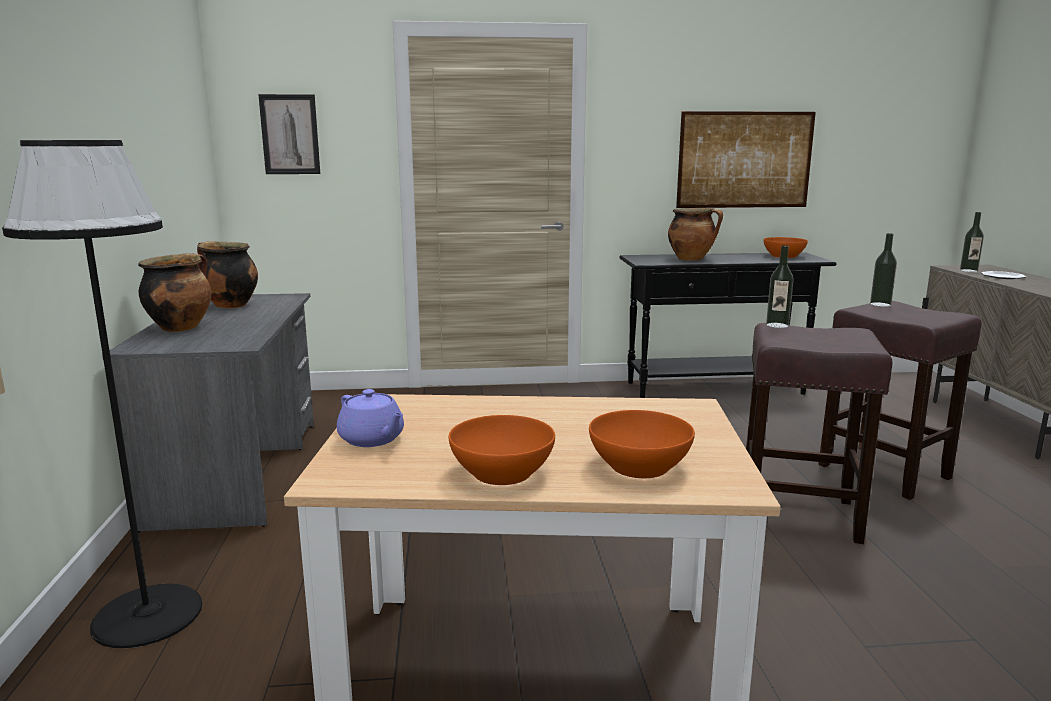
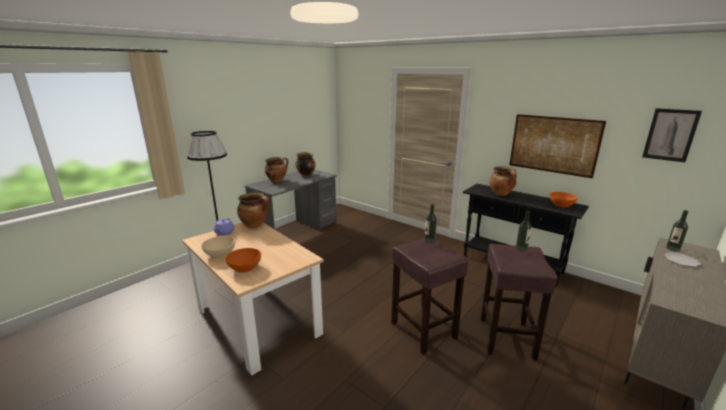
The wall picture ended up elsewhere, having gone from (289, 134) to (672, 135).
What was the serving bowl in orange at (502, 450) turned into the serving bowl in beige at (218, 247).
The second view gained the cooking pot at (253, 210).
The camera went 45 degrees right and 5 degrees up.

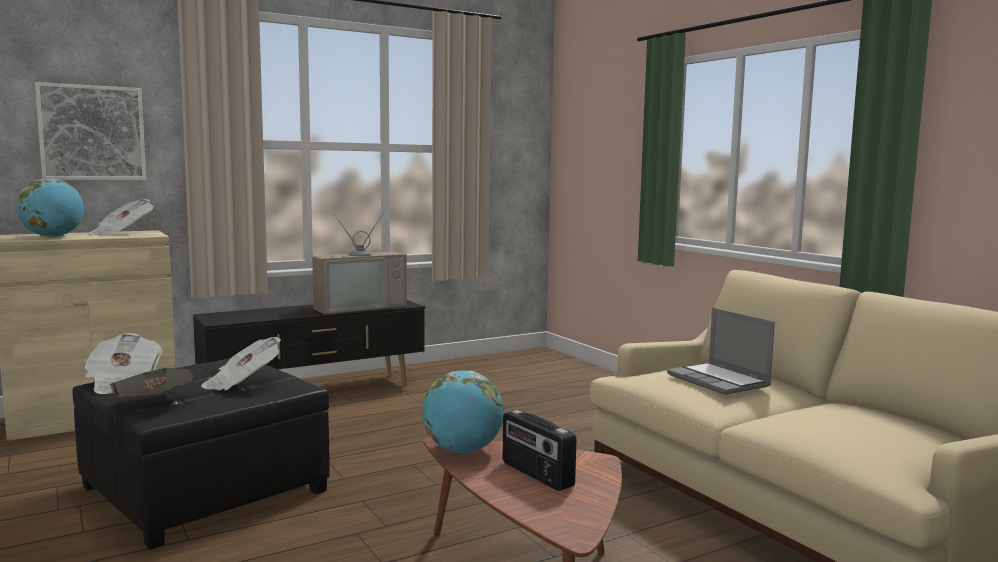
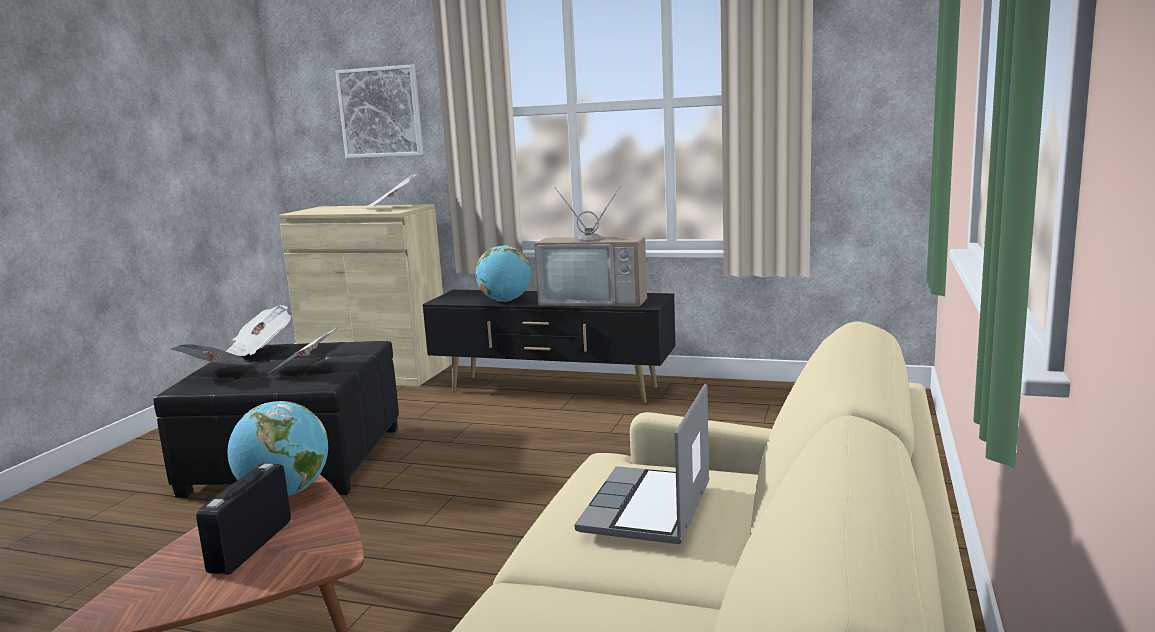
The desk globe ended up elsewhere, having gone from (50, 207) to (503, 273).
The camera went 50 degrees right and 5 degrees up.

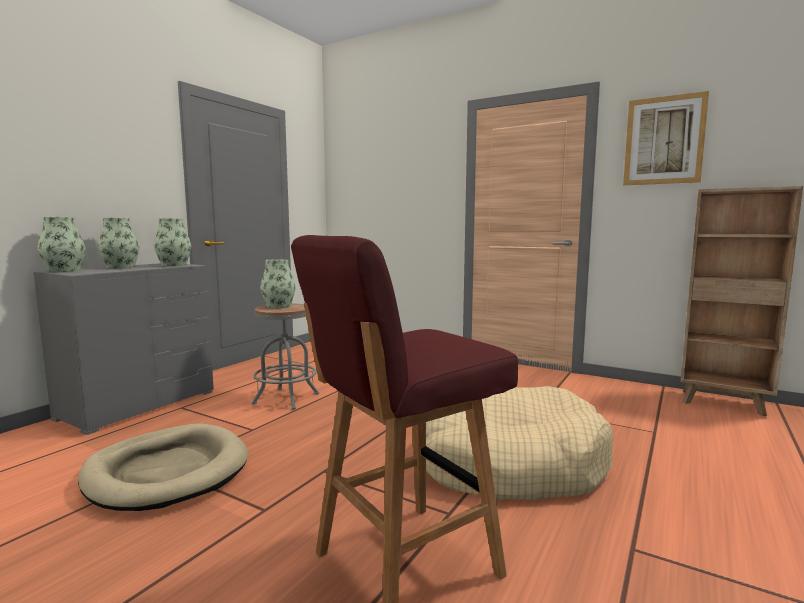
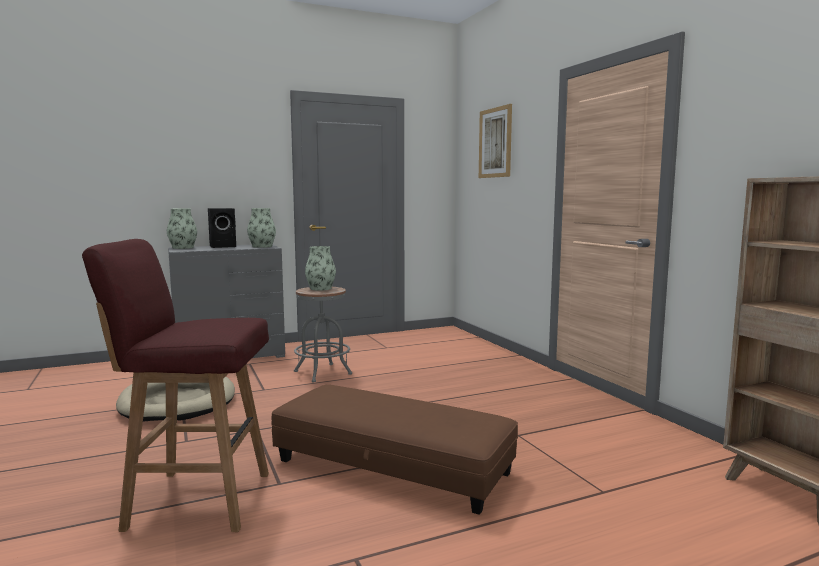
The wall picture ended up elsewhere, having gone from (666, 138) to (495, 141).
Where the decorative vase stood at (118, 243), the audio speaker in blackish came to stand at (222, 228).
Where the dog cushion in beige stood at (520, 443), the ottoman in brown-coloured came to stand at (394, 450).
The camera went 35 degrees right and 0 degrees up.

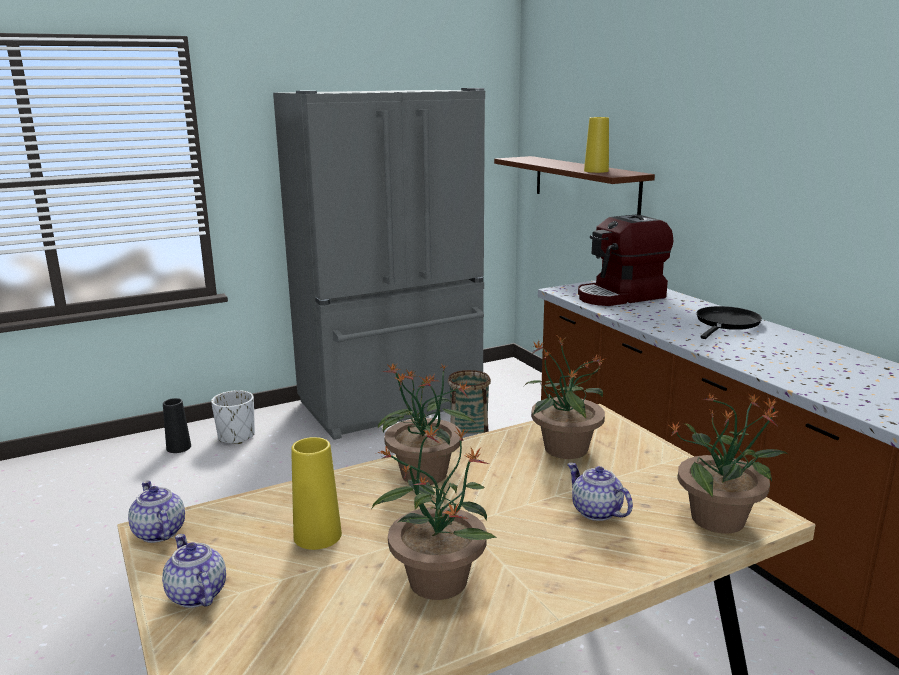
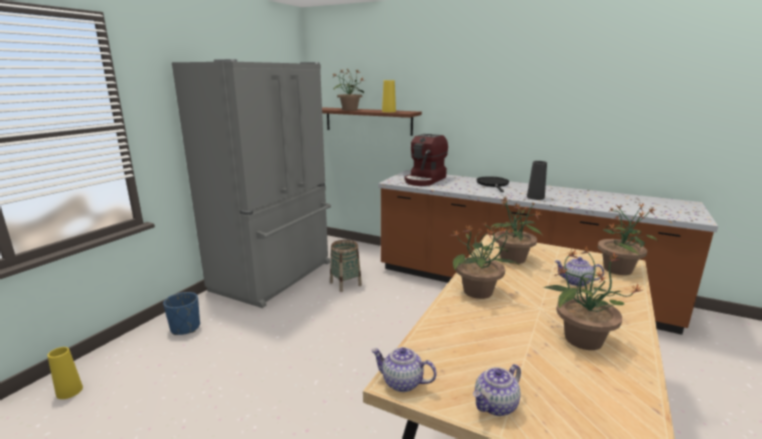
What was the plant pot in white at (233, 417) turned into the plant pot in blue-coloured at (181, 313).
The decorative vase in blackish ended up elsewhere, having gone from (177, 425) to (537, 180).
The decorative vase in yellowish ended up elsewhere, having gone from (316, 493) to (65, 373).
The pot for tea at (194, 571) ended up facing another way, 60 degrees counterclockwise from before.
The second view gained the plant in a pot at (348, 89).
The camera went 35 degrees left and 0 degrees up.

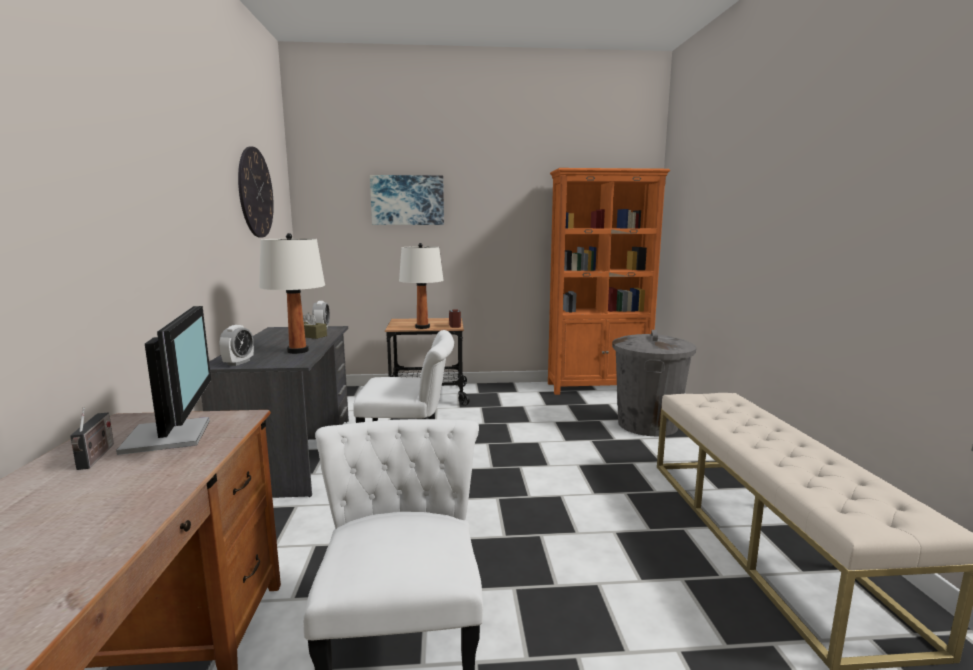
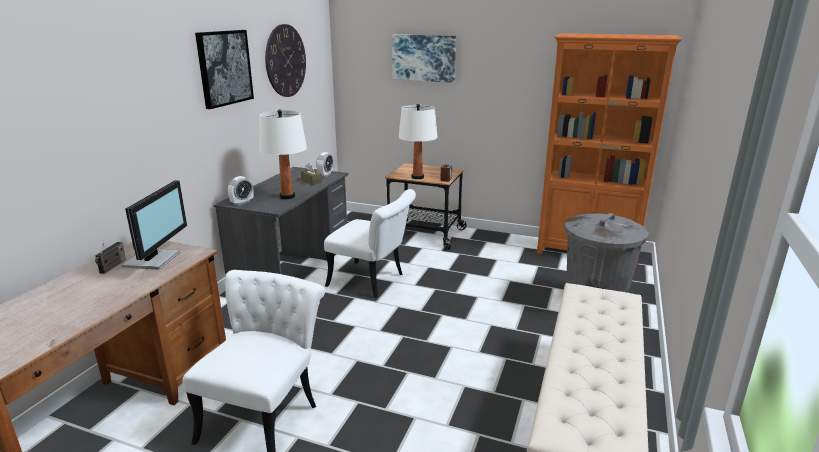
The second view gained the wall picture at (224, 69).
The camera went 25 degrees right and 10 degrees up.

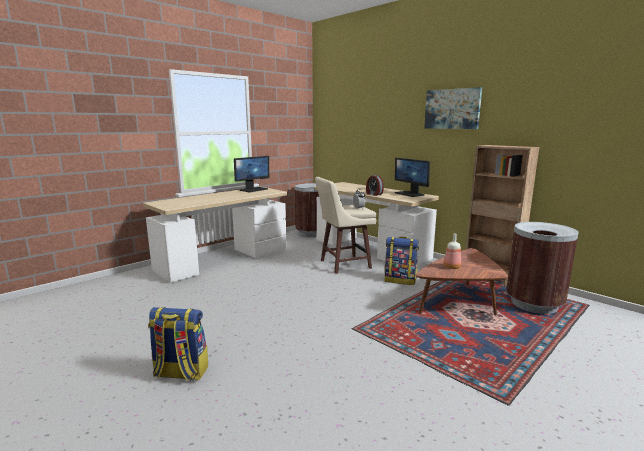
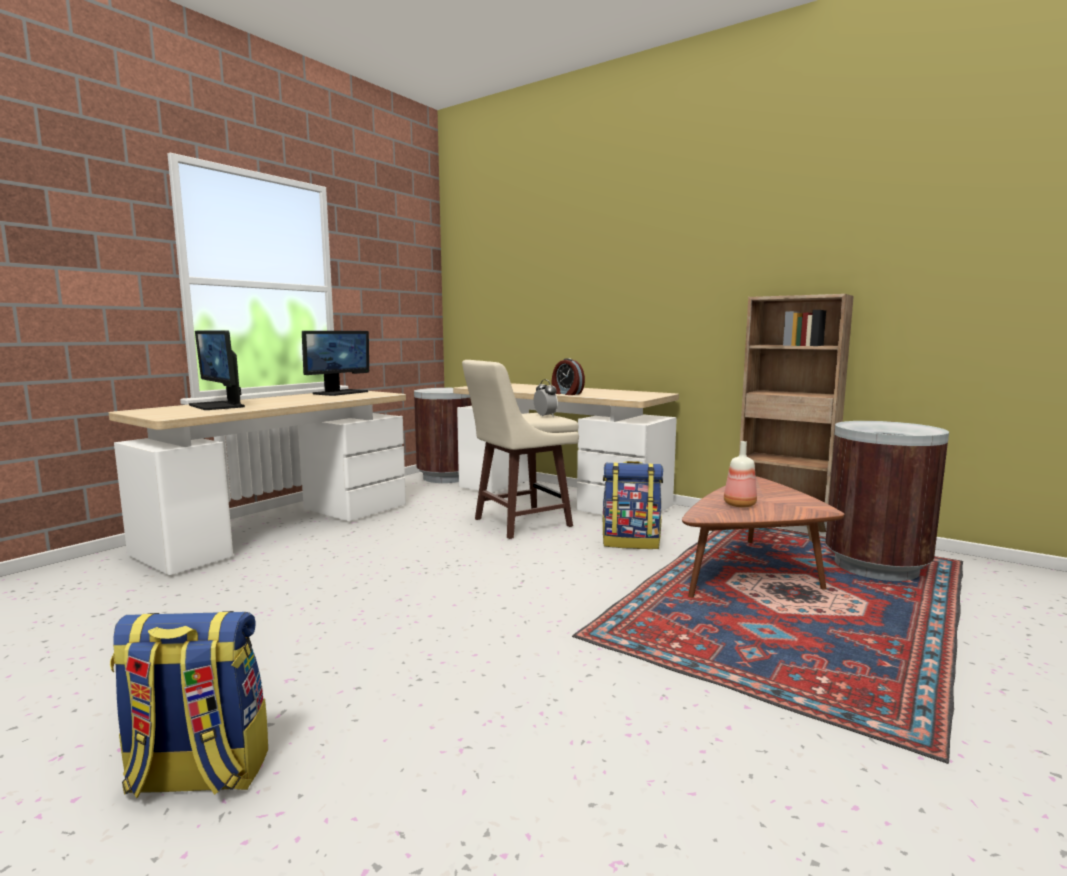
The second view lost the wall picture at (453, 108).
The monitor ended up elsewhere, having gone from (412, 177) to (217, 370).
The camera went 10 degrees left and 5 degrees down.

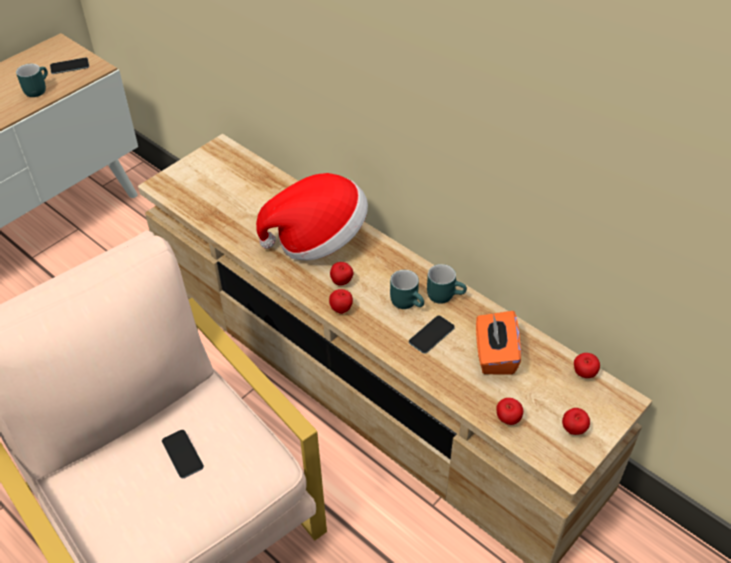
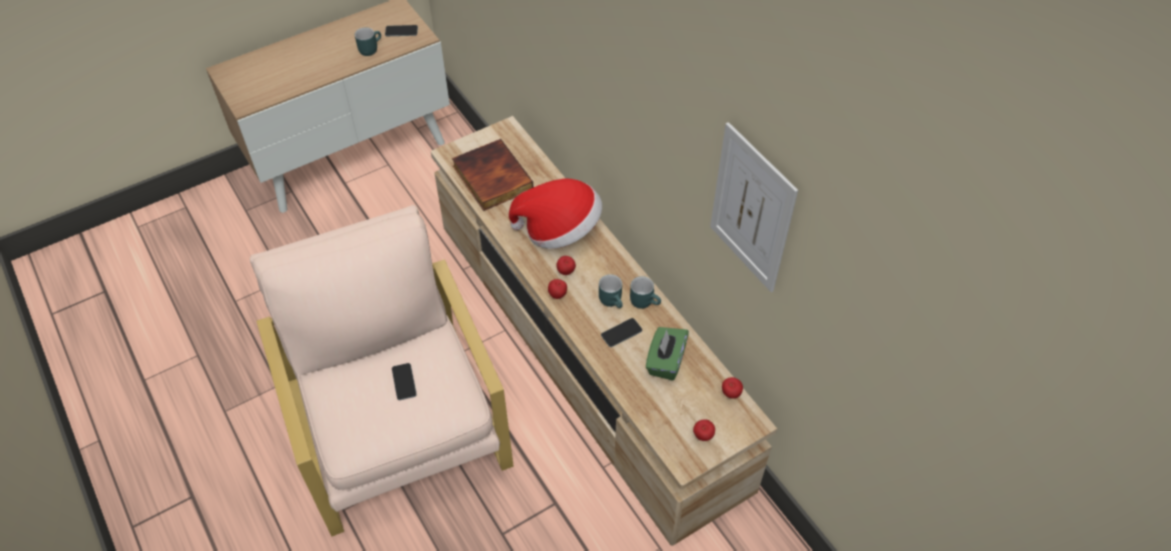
What was the box of tissues in orange at (498, 343) turned into the box of tissues in green-coloured at (667, 353).
The second view lost the apple at (509, 411).
The second view gained the wall picture at (754, 207).
The second view gained the bound book at (492, 175).
The camera went 15 degrees right and 5 degrees up.

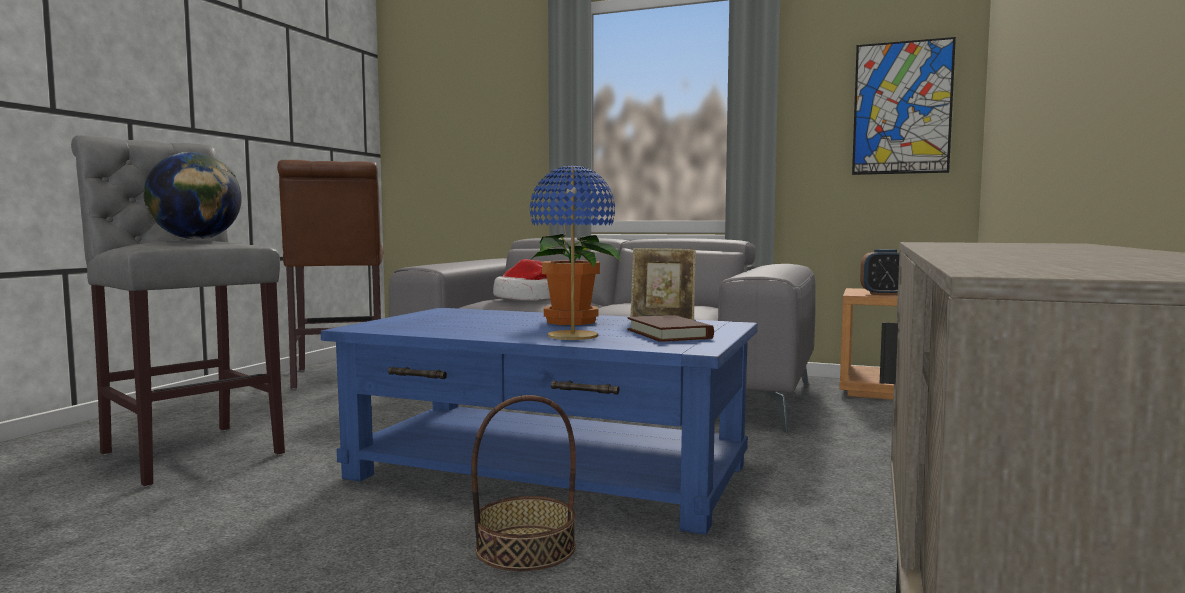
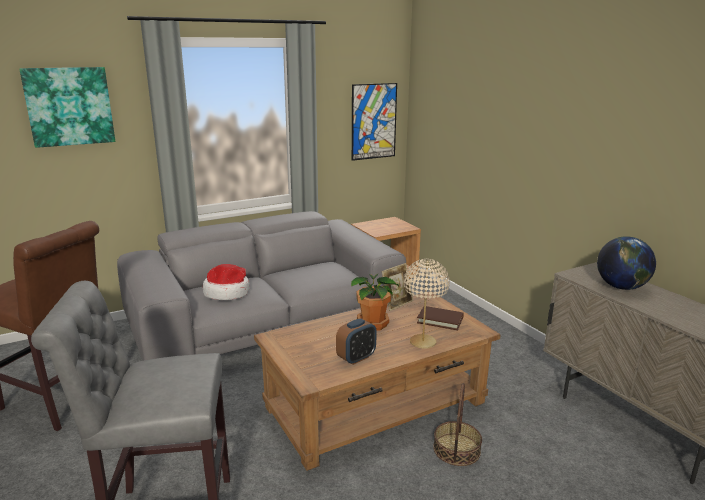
The desk globe ended up elsewhere, having gone from (192, 196) to (626, 263).
What was the table lamp in blue-coloured at (572, 253) turned into the table lamp in beige at (427, 304).
The alarm clock ended up elsewhere, having gone from (879, 272) to (356, 341).
What was the coffee table in blue-coloured at (539, 421) turned into the coffee table in brown-coloured at (377, 381).
The second view gained the wall picture at (67, 107).
The camera went 50 degrees left and 15 degrees up.

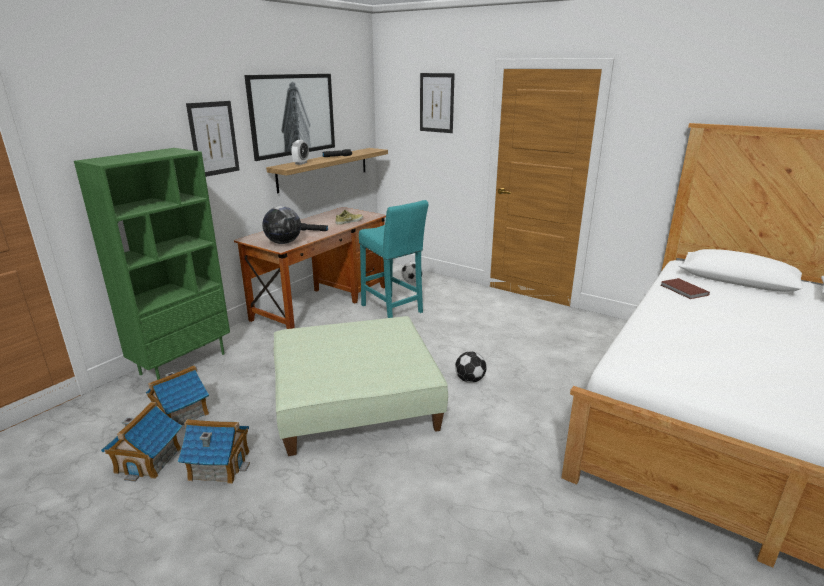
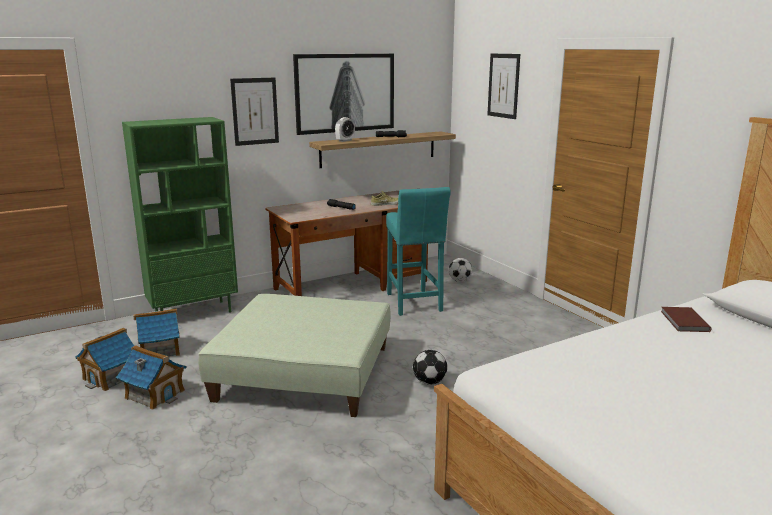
The second view lost the desk globe at (281, 225).
The camera went 25 degrees right and 5 degrees down.

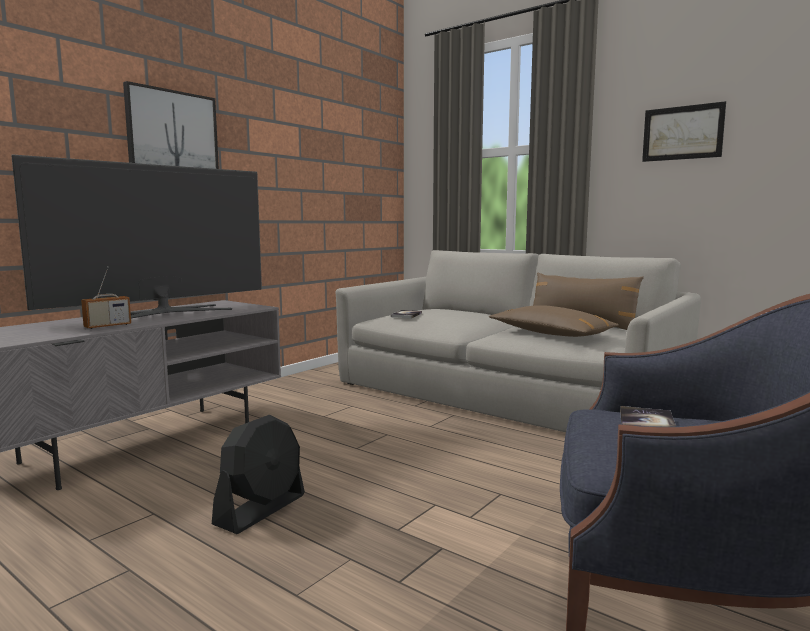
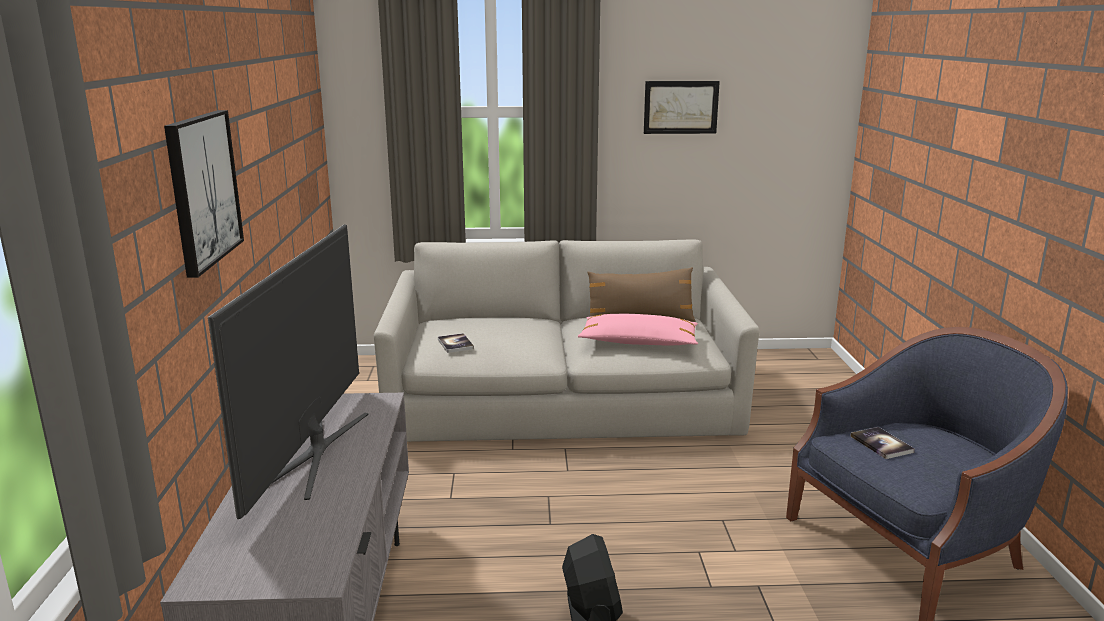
The second view lost the radio receiver at (106, 297).
What was the cushion in brown-coloured at (554, 321) turned into the cushion in pinkish at (638, 329).
The camera went 40 degrees left and 10 degrees up.

